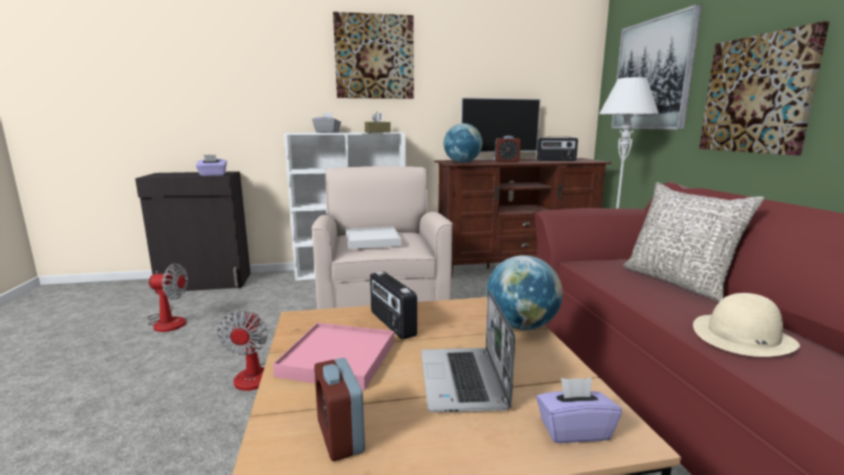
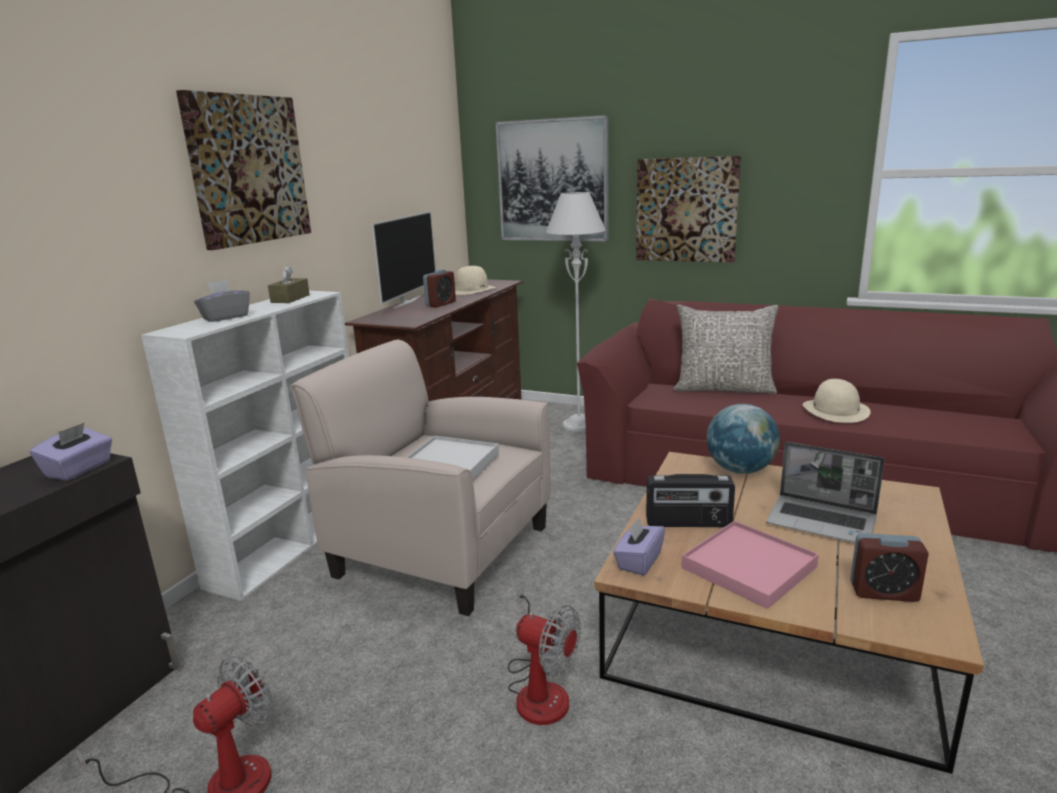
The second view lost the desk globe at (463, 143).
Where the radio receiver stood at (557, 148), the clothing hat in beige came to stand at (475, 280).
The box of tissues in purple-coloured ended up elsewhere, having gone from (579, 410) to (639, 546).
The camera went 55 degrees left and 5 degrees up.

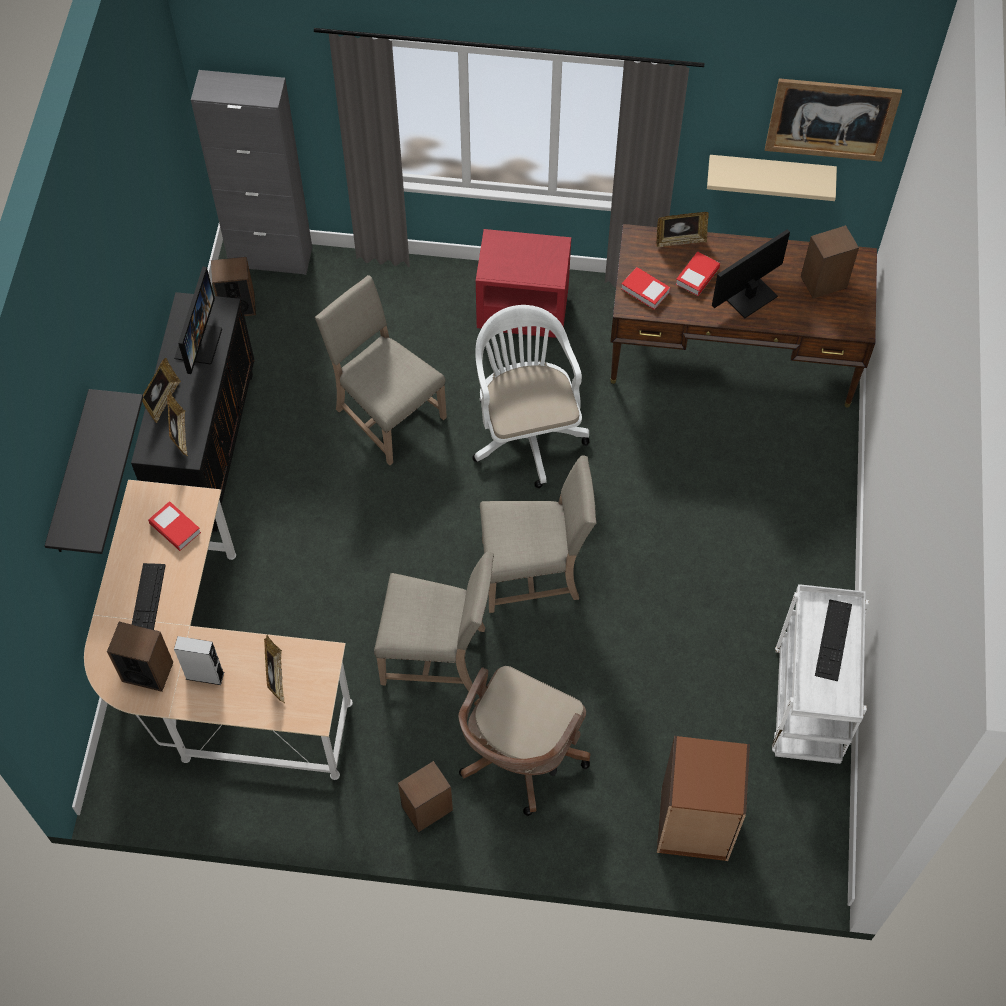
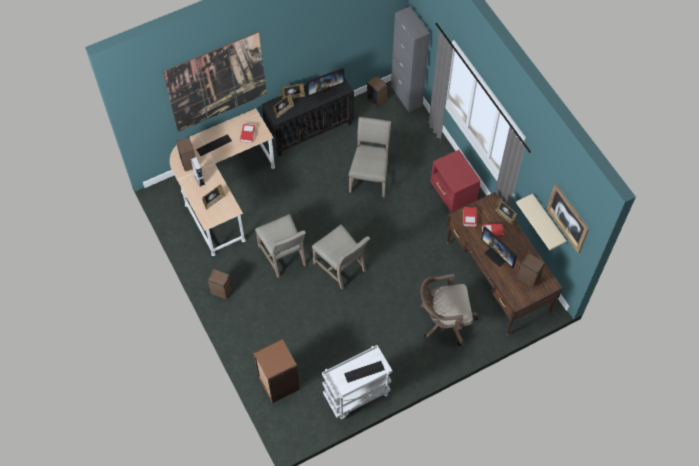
The monitor at (751, 273) ended up facing another way, 150 degrees counterclockwise from before.
The second view lost the computer chair in white at (531, 396).
Where the shelf in blackish hung at (94, 471), the wall picture came to hang at (215, 82).
The computer chair in brown-coloured ended up elsewhere, having gone from (524, 741) to (449, 310).
The camera went 55 degrees right and 0 degrees up.

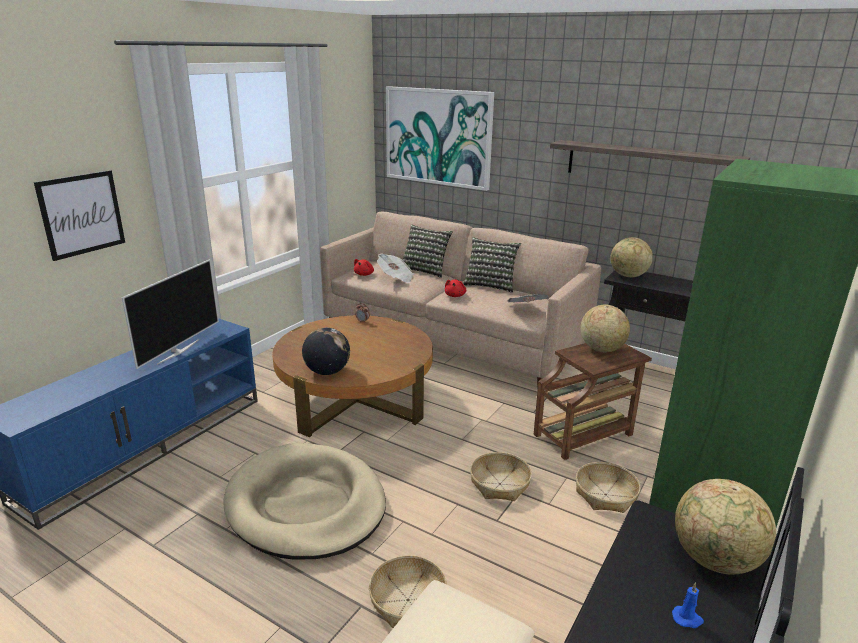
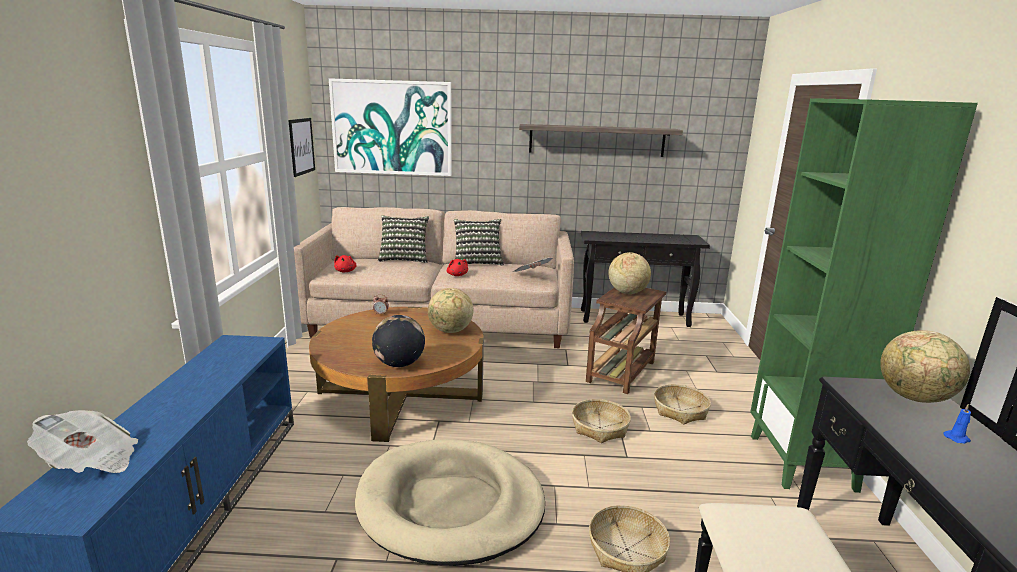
The wall picture ended up elsewhere, having gone from (79, 215) to (301, 147).
The desk globe ended up elsewhere, having gone from (631, 257) to (451, 310).
The daily paper ended up elsewhere, having gone from (395, 268) to (82, 441).
The second view lost the television at (170, 314).
The camera went 30 degrees left and 5 degrees down.

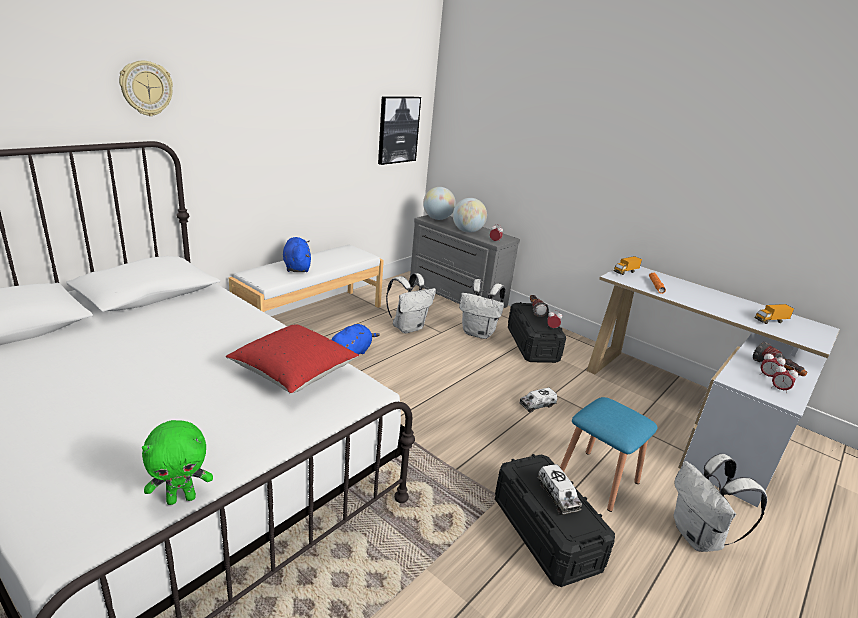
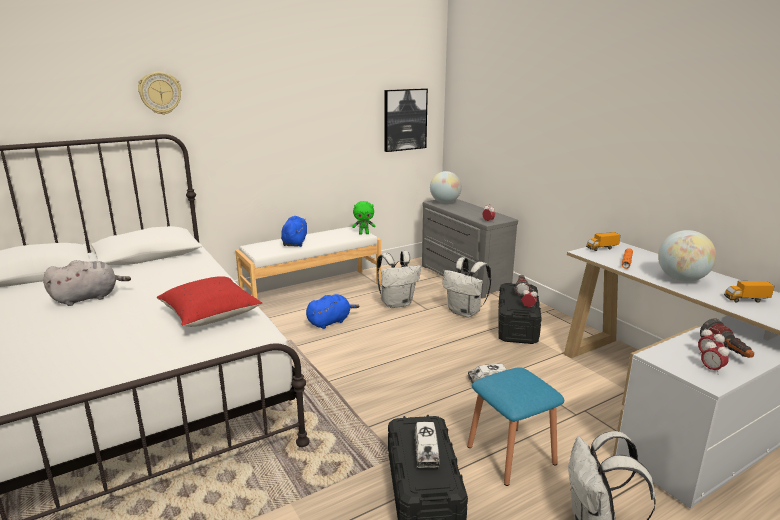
The desk globe ended up elsewhere, having gone from (470, 215) to (687, 256).
The soft toy in green-coloured ended up elsewhere, having gone from (177, 462) to (364, 218).
The second view gained the soft toy in greyish at (87, 283).
The camera went 20 degrees right and 5 degrees down.

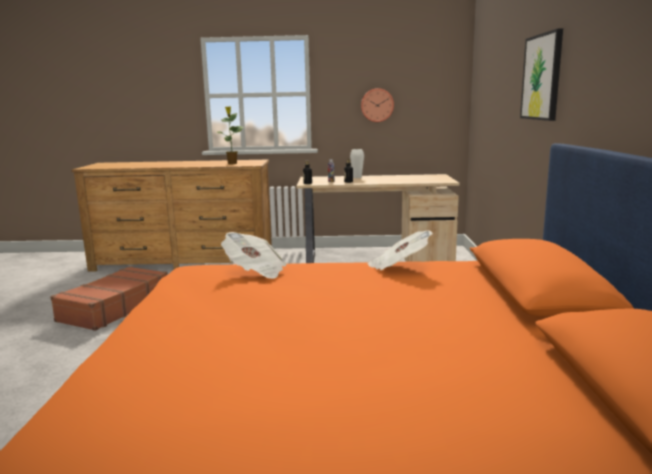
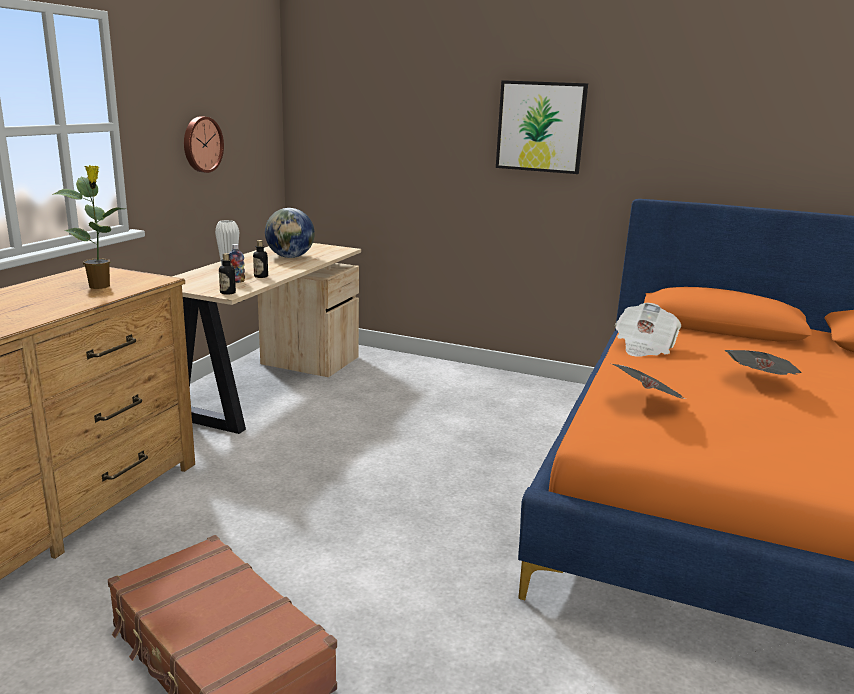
The second view gained the desk globe at (290, 233).
The second view gained the daily paper at (762, 362).
The camera went 70 degrees left and 5 degrees up.

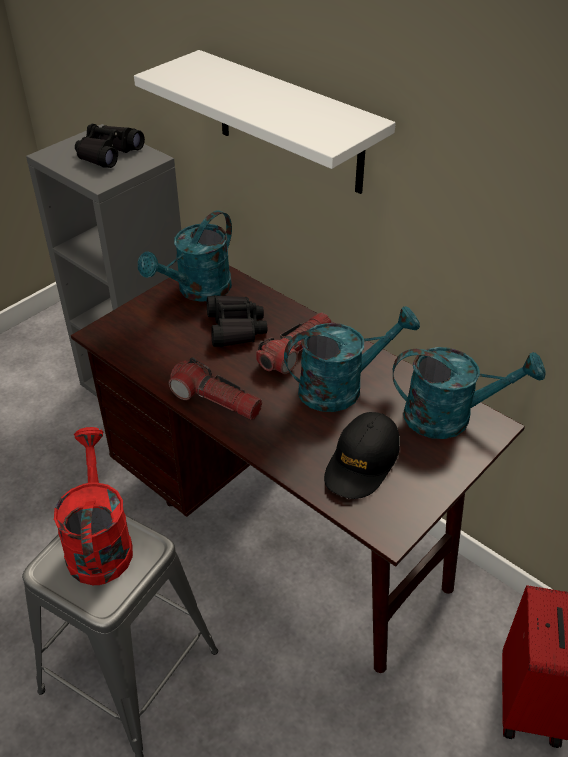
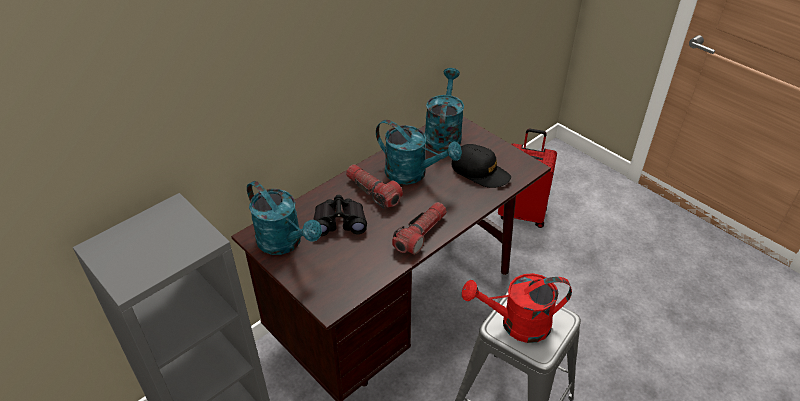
The second view lost the shelf in white at (265, 122).
The second view lost the field glasses in blackish at (110, 146).
The watering can in blue-green at (352, 359) ended up facing another way, 135 degrees clockwise from before.
The camera went 85 degrees left and 0 degrees up.

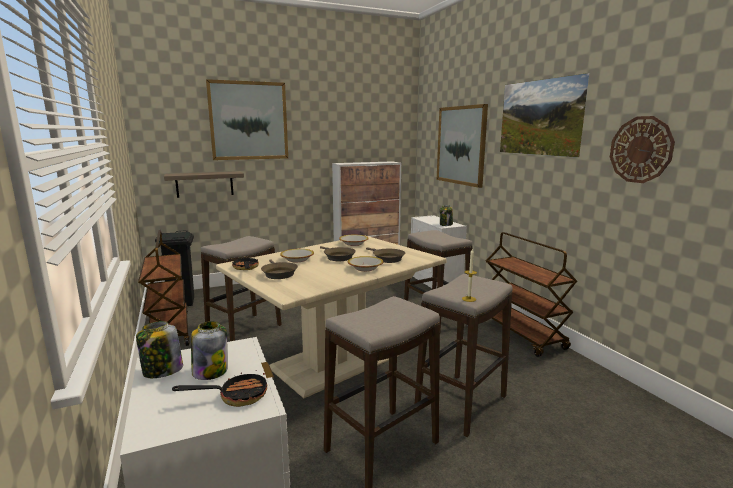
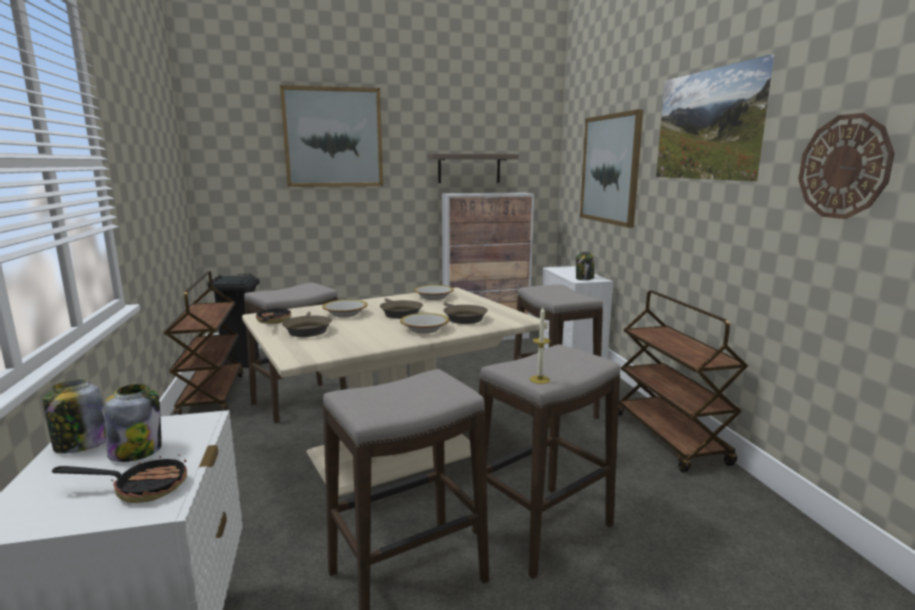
The shelf ended up elsewhere, having gone from (204, 184) to (473, 168).
The camera went 10 degrees right and 0 degrees up.

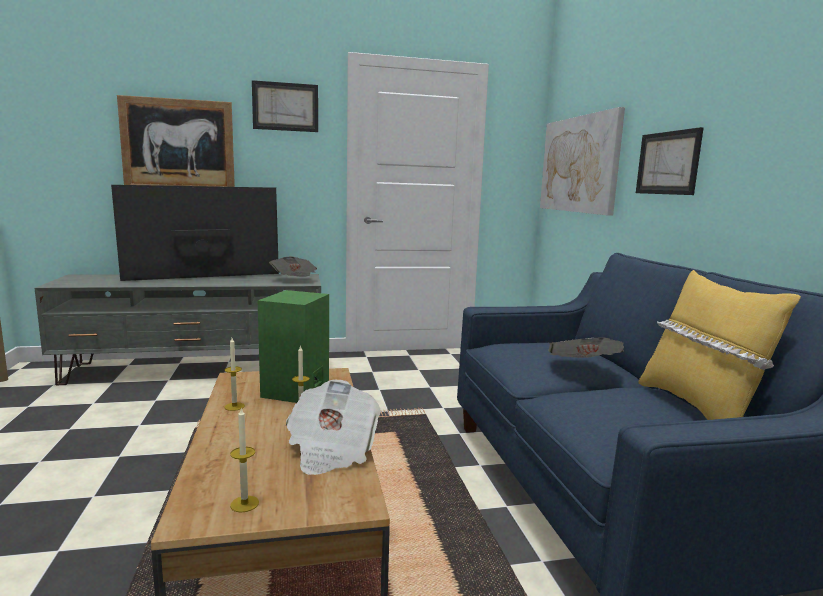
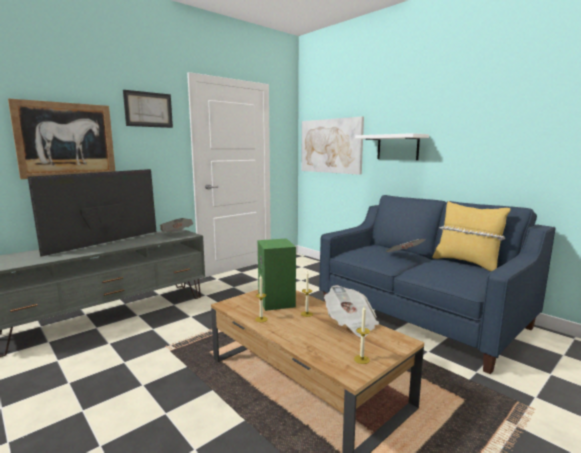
Where the wall picture hung at (670, 161), the shelf in white came to hang at (392, 146).
The camera went 30 degrees left and 0 degrees up.

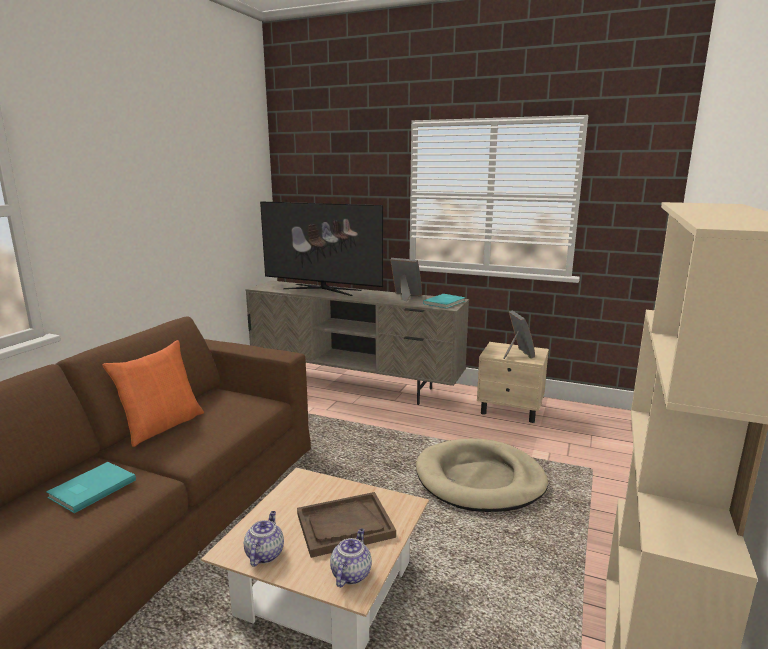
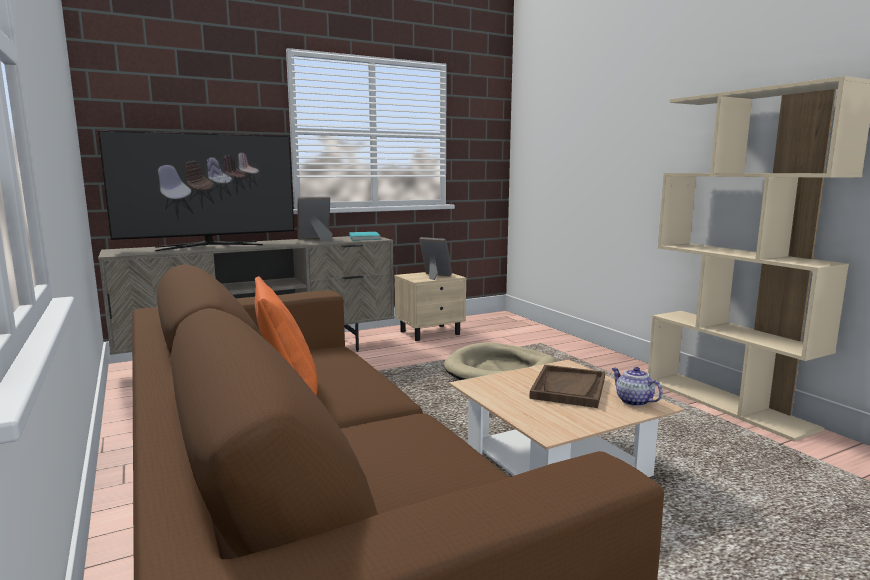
The second view lost the bound book in blue-green at (91, 487).
The second view lost the pot for tea at (264, 538).
The camera went 50 degrees left and 5 degrees down.

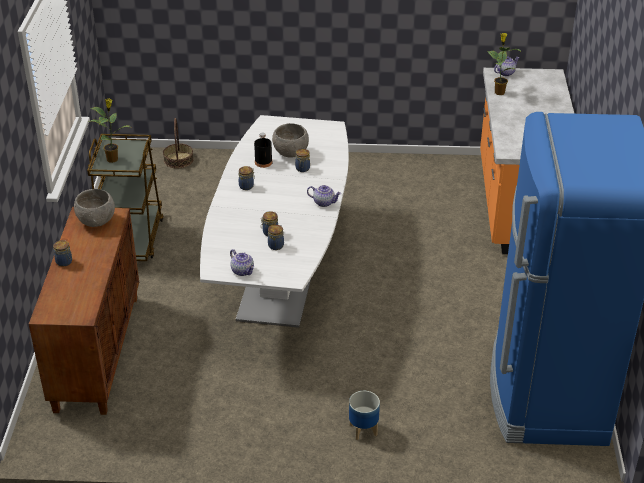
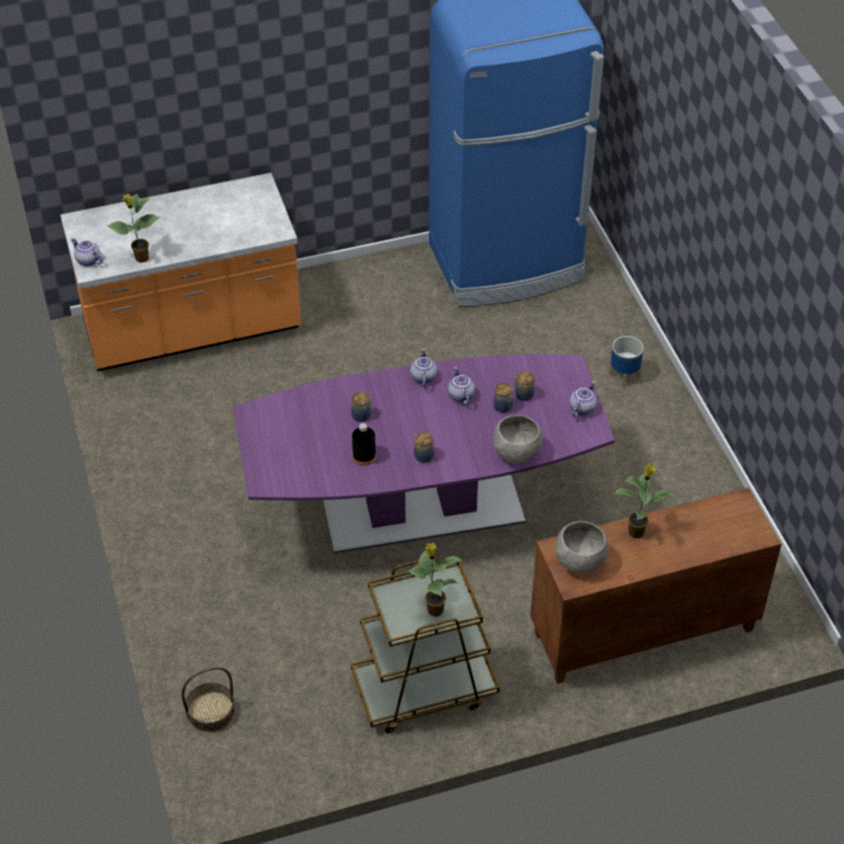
What was the dinner table in white at (274, 221) turned into the dinner table in purple-coloured at (424, 454).
The serving bowl in greyish ended up elsewhere, having gone from (290, 140) to (518, 439).
The second view lost the storage jar at (62, 253).
The second view gained the pot for tea at (461, 386).
The second view gained the plant in a pot at (644, 501).
The camera went 110 degrees left and 10 degrees up.

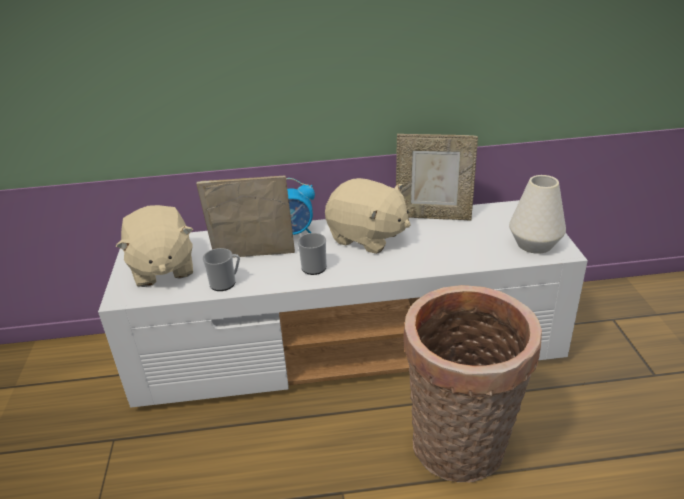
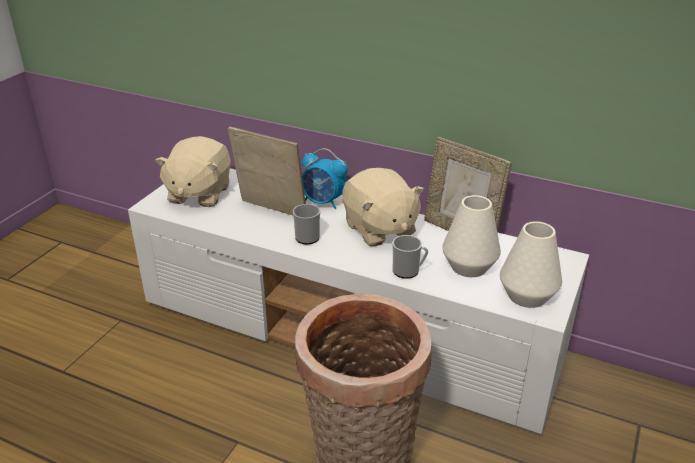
The mug ended up elsewhere, having gone from (221, 269) to (410, 257).
The second view gained the decorative vase in white at (471, 236).
The camera went 30 degrees right and 0 degrees up.

